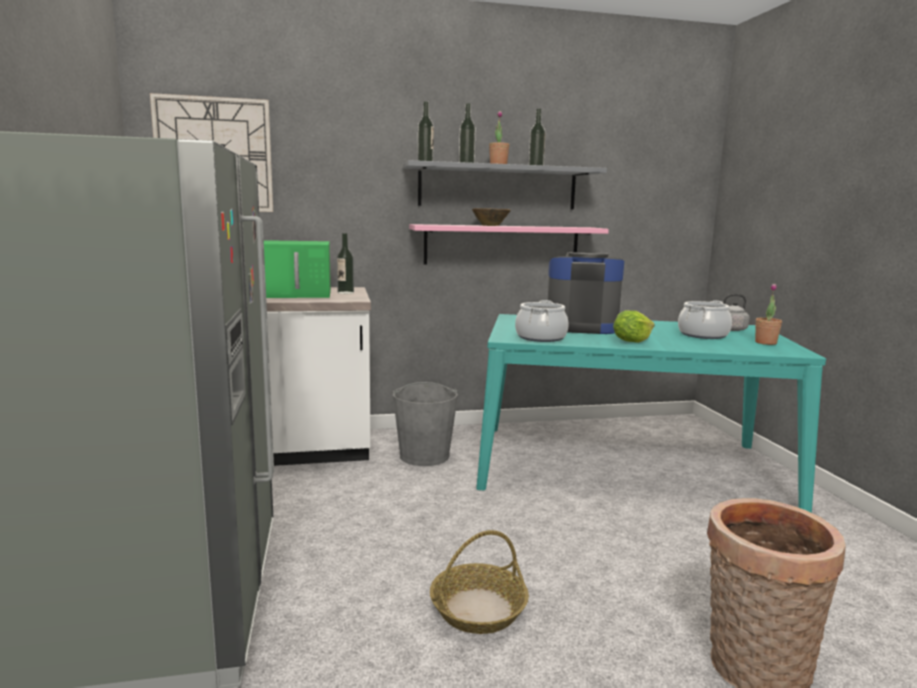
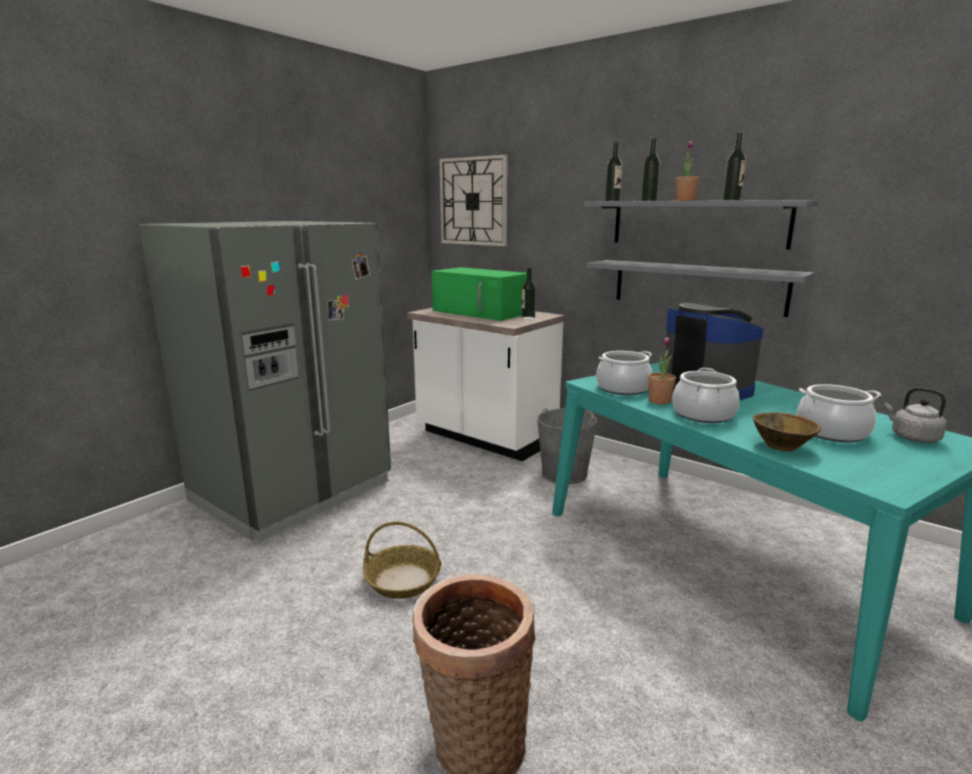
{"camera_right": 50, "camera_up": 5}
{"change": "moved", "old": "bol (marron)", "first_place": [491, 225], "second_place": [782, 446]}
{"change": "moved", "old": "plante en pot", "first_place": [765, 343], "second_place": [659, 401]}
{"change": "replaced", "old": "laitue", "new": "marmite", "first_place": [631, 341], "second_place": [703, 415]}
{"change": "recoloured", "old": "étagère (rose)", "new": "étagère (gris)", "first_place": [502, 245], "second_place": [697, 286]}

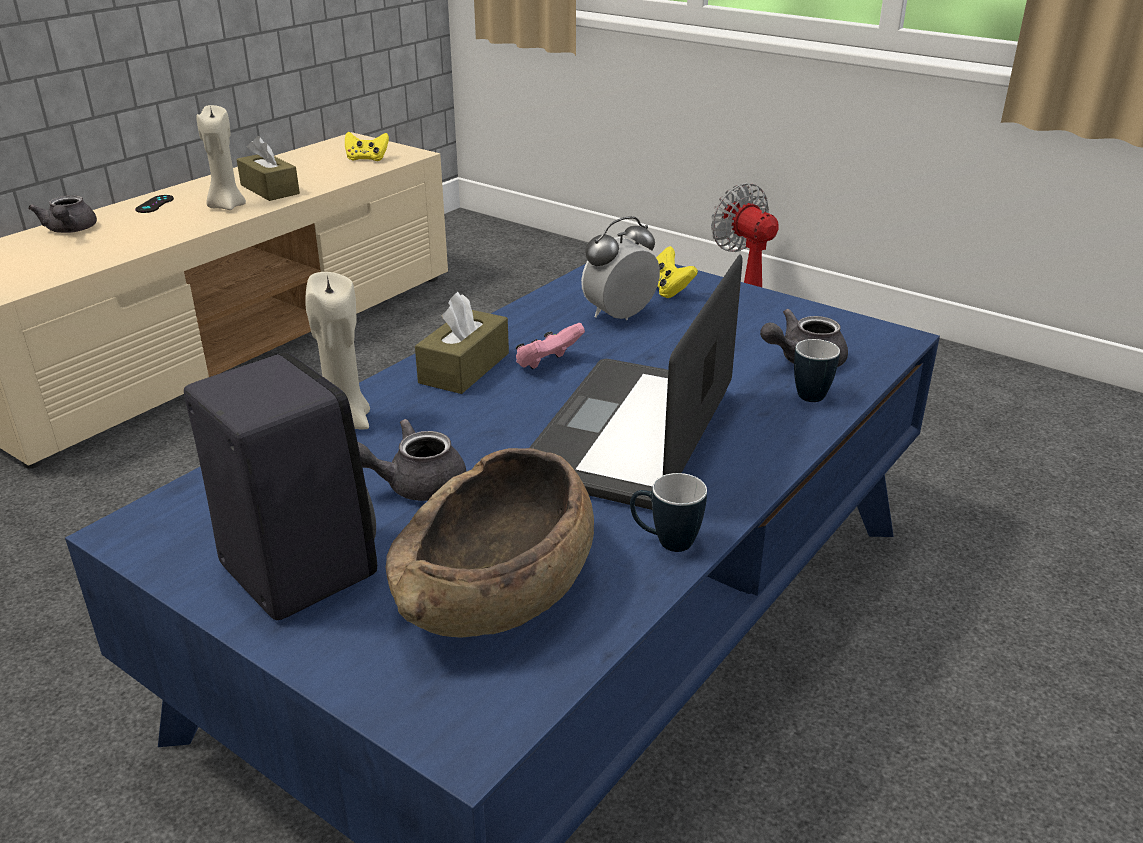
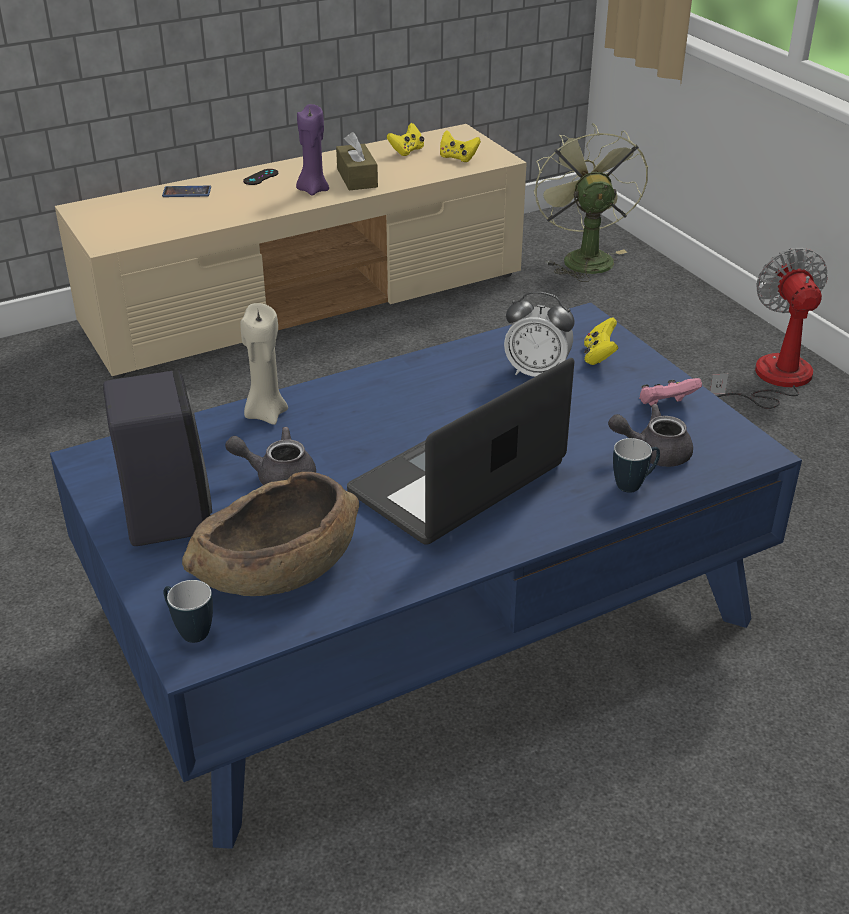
{"camera_right": 25, "camera_up": 5}
{"change": "removed", "old": "boîte à mouchoirs (marron)", "first_place": [464, 368]}
{"change": "added", "new": "manette (jaune)", "second_place": [407, 151]}
{"change": "added", "new": "ventilateur (vert)", "second_place": [583, 258]}
{"change": "moved", "old": "manette (rose)", "first_place": [547, 364], "second_place": [665, 405]}
{"change": "moved", "old": "mug", "first_place": [665, 542], "second_place": [189, 631]}
{"change": "replaced", "old": "théière (gris)", "new": "téléphone", "first_place": [70, 230], "second_place": [187, 192]}
{"change": "recoloured", "old": "bougie (beige)", "new": "bougie (violet)", "first_place": [226, 206], "second_place": [313, 190]}
{"change": "turned", "old": "réveil", "first_place": [619, 316], "second_place": [536, 372], "degrees": -150}

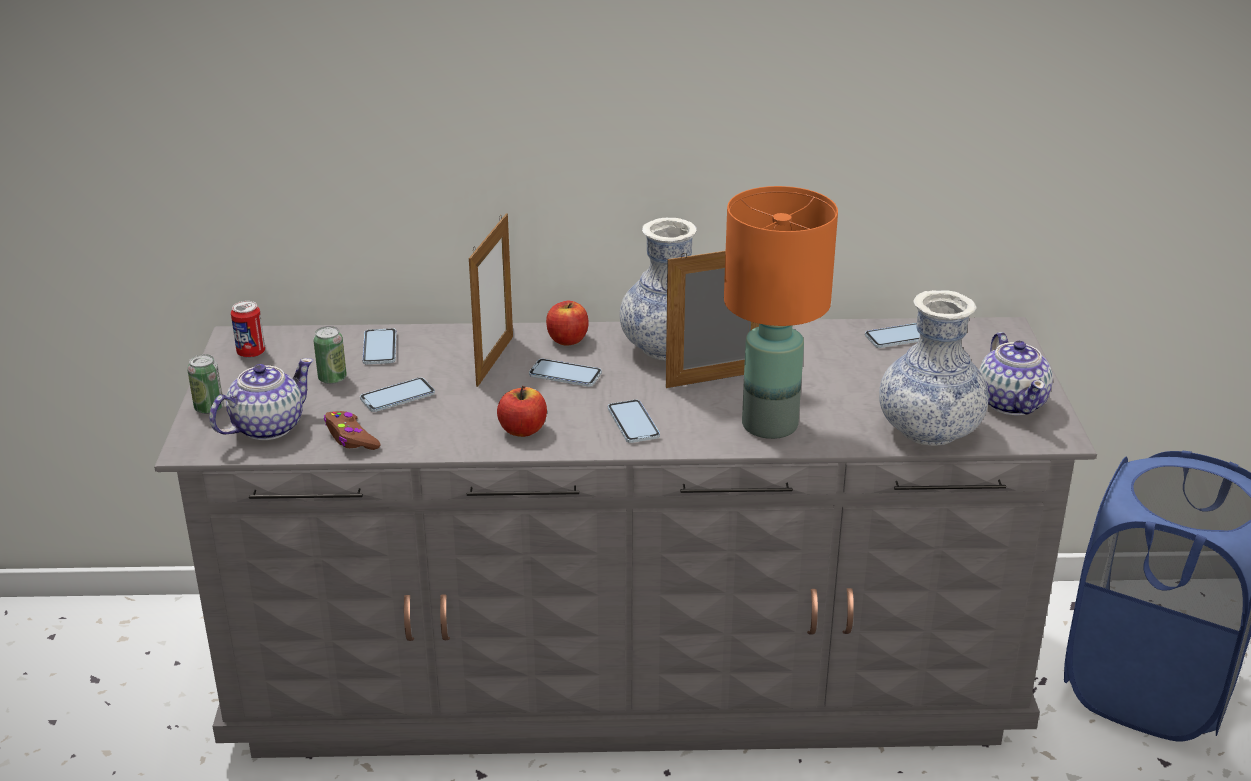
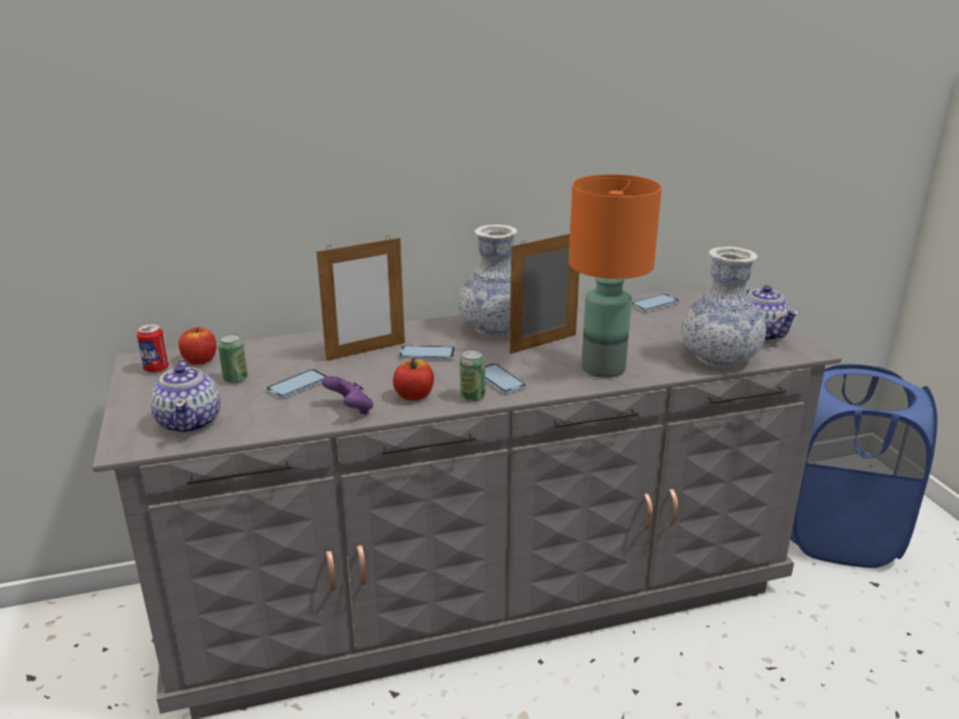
{"camera_right": -15, "camera_up": -5}
{"change": "removed", "old": "manette (marron)", "first_place": [351, 438]}
{"change": "removed", "old": "téléphone", "first_place": [380, 348]}
{"change": "added", "new": "manette (violet)", "second_place": [351, 410]}
{"change": "moved", "old": "boîte métallique", "first_place": [209, 408], "second_place": [472, 396]}
{"change": "moved", "old": "pomme", "first_place": [567, 340], "second_place": [200, 360]}
{"change": "turned", "old": "théière", "first_place": [266, 427], "second_place": [190, 422], "degrees": 135}
{"change": "turned", "old": "cadre photo", "first_place": [494, 360], "second_place": [366, 351], "degrees": 60}

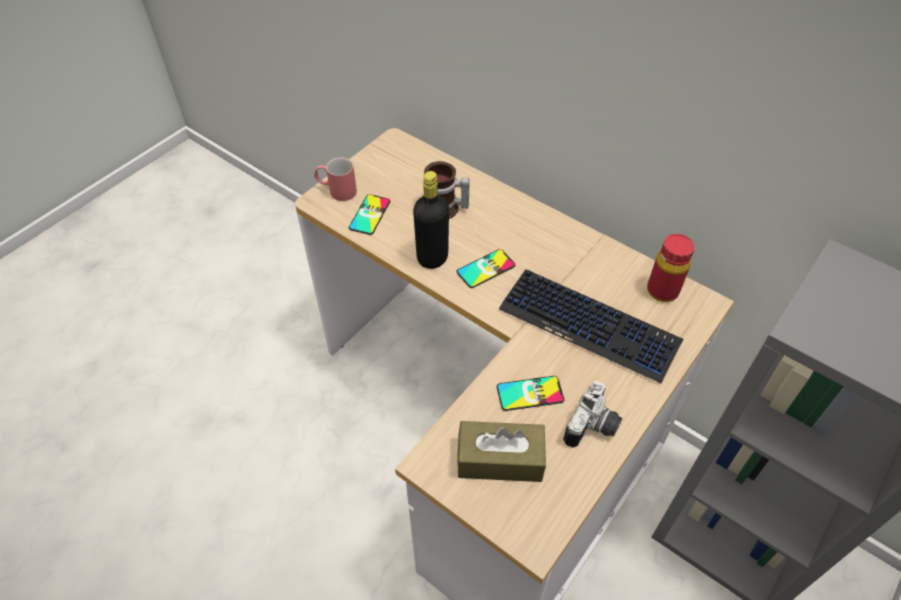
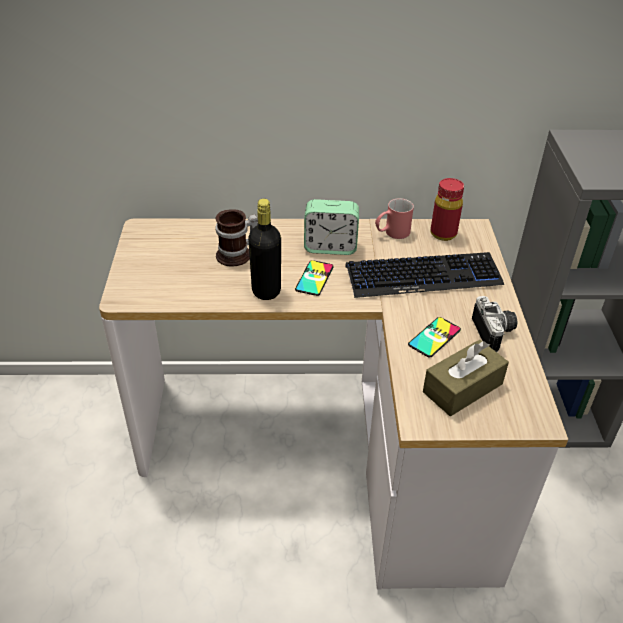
{"camera_right": -40, "camera_up": -10}
{"change": "removed", "old": "téléphone", "first_place": [369, 214]}
{"change": "added", "new": "réveil", "second_place": [330, 247]}
{"change": "moved", "old": "mug (rouge)", "first_place": [336, 191], "second_place": [391, 233]}

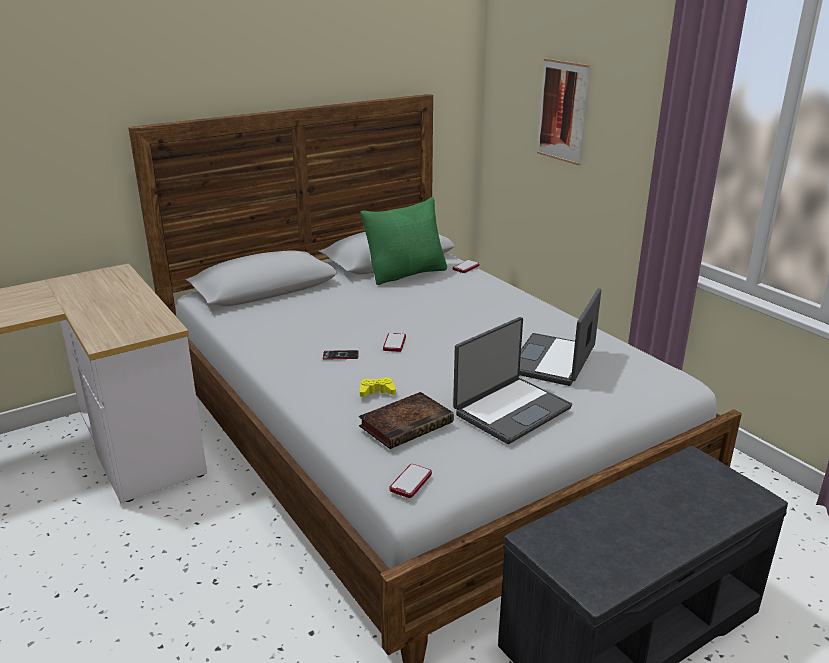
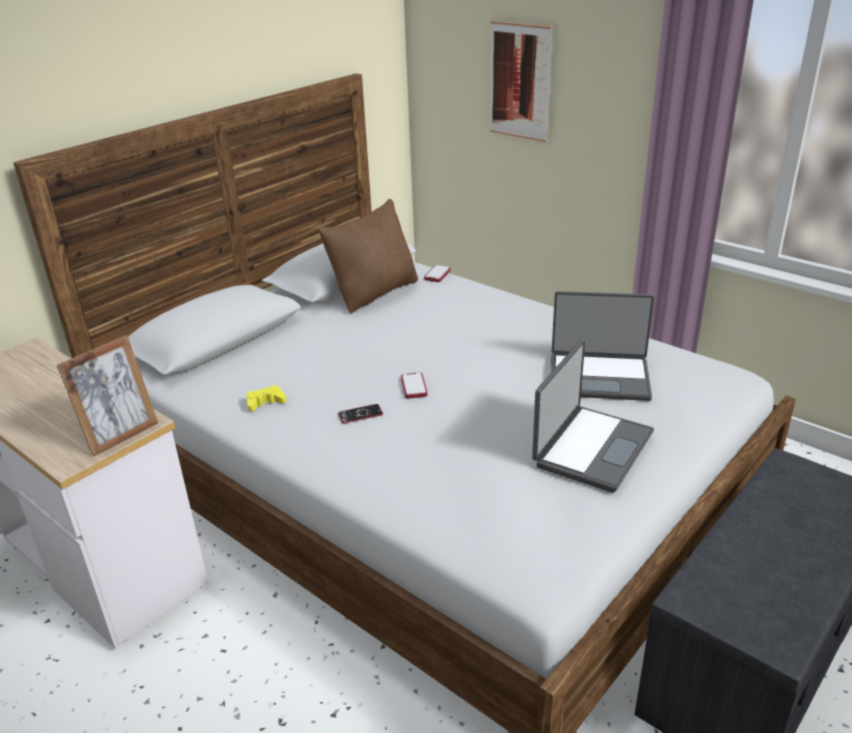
{"camera_right": -15, "camera_up": 5}
{"change": "removed", "old": "livre", "first_place": [407, 424]}
{"change": "removed", "old": "téléphone", "first_place": [410, 482]}
{"change": "added", "new": "cadre photo", "second_place": [121, 435]}
{"change": "moved", "old": "manette (jaune)", "first_place": [377, 392], "second_place": [265, 402]}
{"change": "recoloured", "old": "coussin (vert)", "new": "coussin (marron)", "first_place": [406, 274], "second_place": [375, 293]}
{"change": "turned", "old": "ordinateur portable", "first_place": [554, 361], "second_place": [599, 377], "degrees": -90}

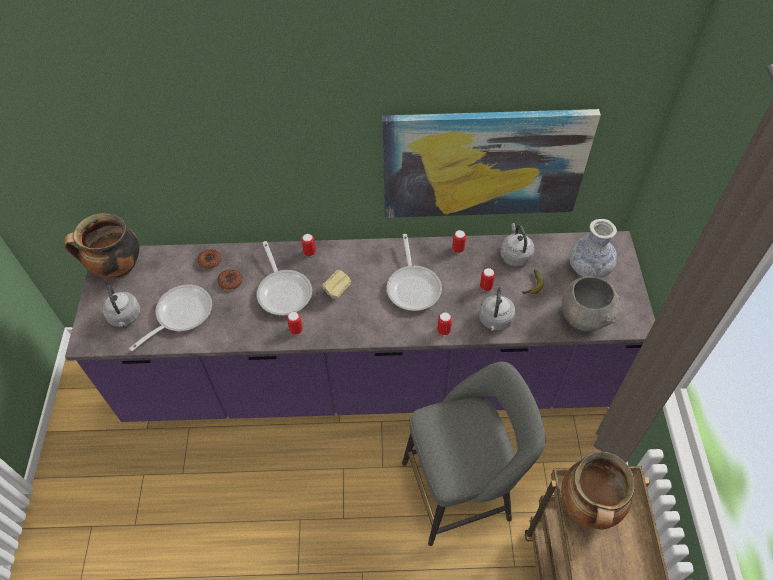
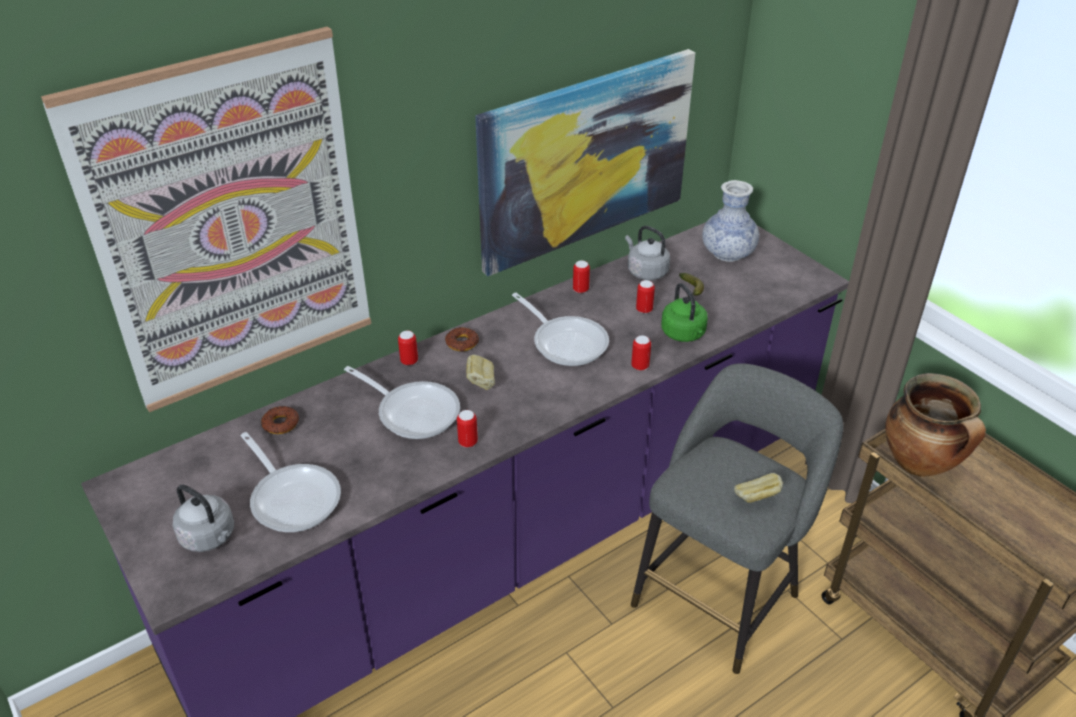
{"camera_right": -35, "camera_up": -15}
{"change": "removed", "old": "marmite", "first_place": [117, 269]}
{"change": "removed", "old": "bol (gris)", "first_place": [584, 317]}
{"change": "added", "new": "tableau", "second_place": [231, 227]}
{"change": "added", "new": "pain", "second_place": [756, 499]}
{"change": "moved", "old": "beignet", "first_place": [230, 282], "second_place": [462, 343]}
{"change": "recoloured", "old": "bouilloire (gris)", "new": "bouilloire (vert)", "first_place": [495, 321], "second_place": [684, 334]}
{"change": "turned", "old": "poêle", "first_place": [180, 315], "second_place": [293, 497], "degrees": 135}

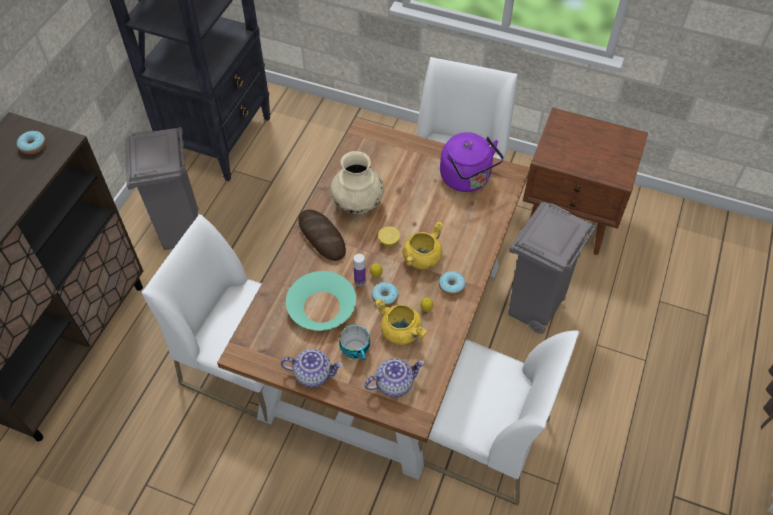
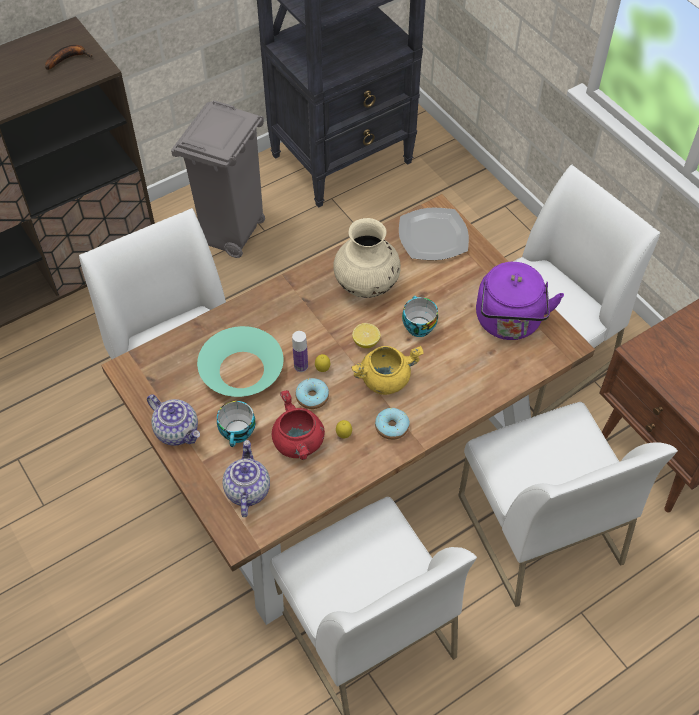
{"camera_right": 35, "camera_up": 0}
{"change": "removed", "old": "pain", "first_place": [322, 237]}
{"change": "added", "new": "assiette", "second_place": [432, 237]}
{"change": "added", "new": "tasse", "second_place": [417, 326]}
{"change": "replaced", "old": "beignet", "new": "banane", "first_place": [33, 146], "second_place": [68, 59]}
{"change": "replaced", "old": "poubelle (gris)", "new": "chaise (blanc)", "first_place": [533, 310], "second_place": [537, 528]}
{"change": "recoloured", "old": "marmite (jaune)", "new": "marmite (rouge)", "first_place": [401, 331], "second_place": [299, 442]}
{"change": "turned", "old": "théière", "first_place": [394, 383], "second_place": [246, 490], "degrees": -105}

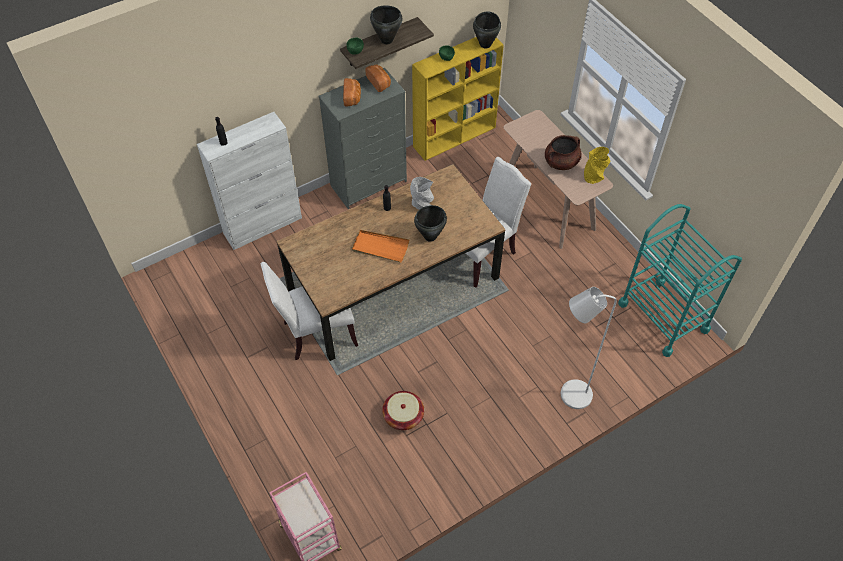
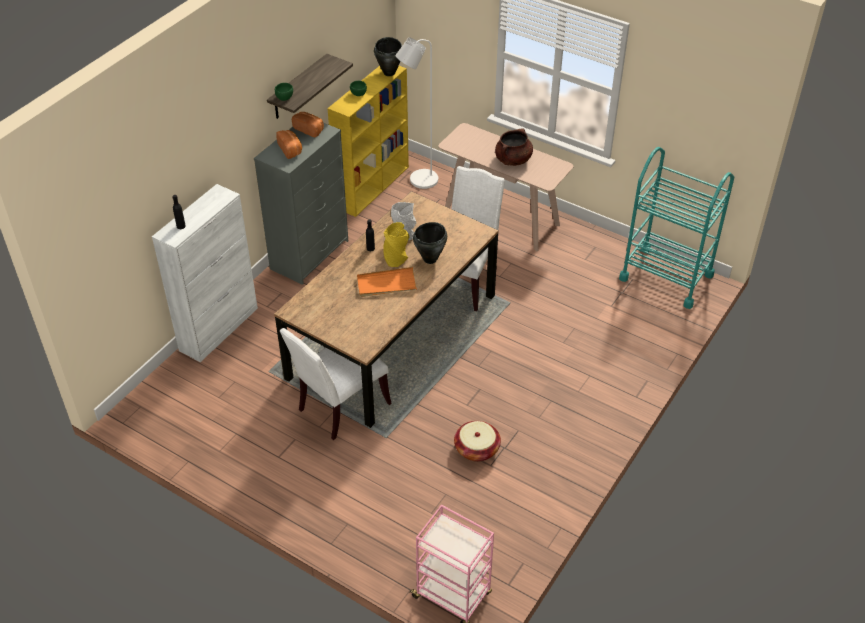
{"camera_right": -25, "camera_up": -10}
{"change": "removed", "old": "marmite (noir)", "first_place": [386, 40]}
{"change": "moved", "old": "lampadaire (blanc)", "first_place": [569, 395], "second_place": [419, 181]}
{"change": "moved", "old": "vase (jaune)", "first_place": [594, 175], "second_place": [396, 258]}

